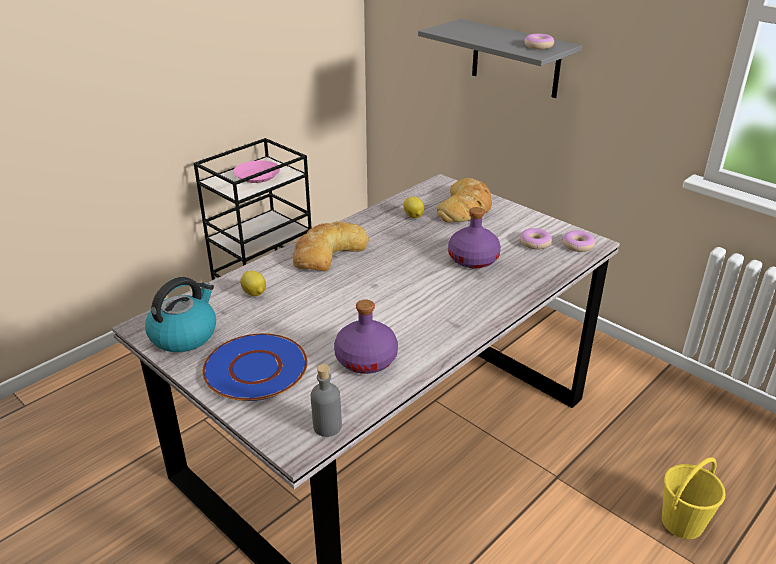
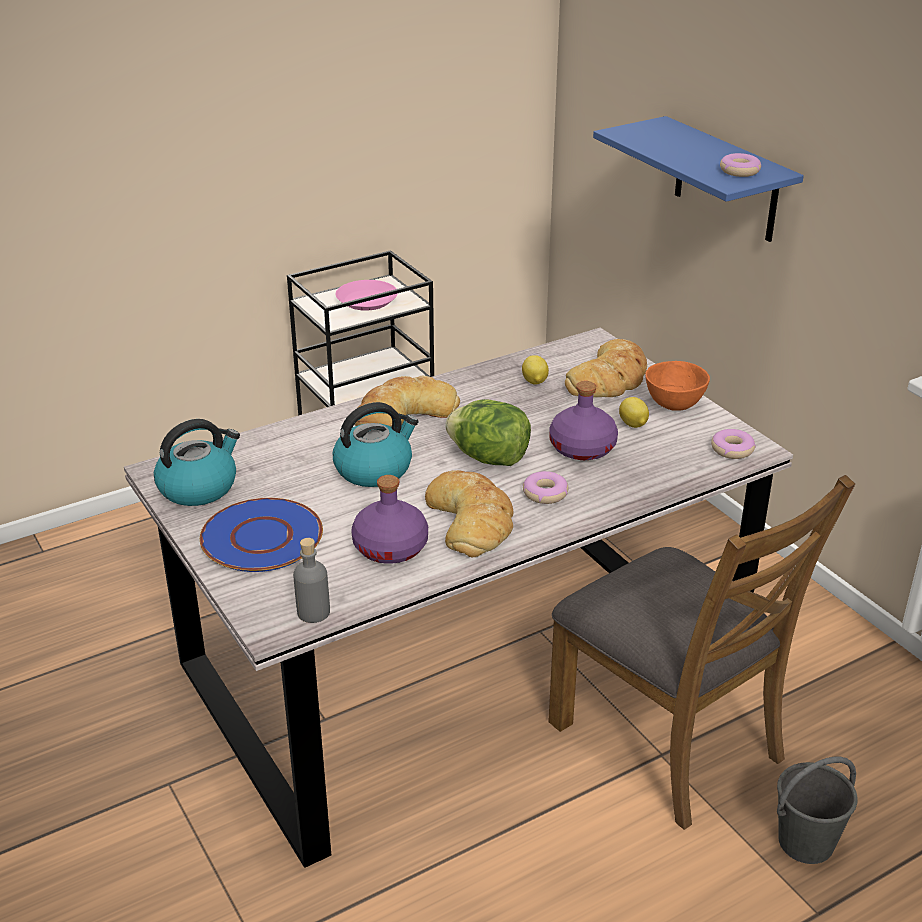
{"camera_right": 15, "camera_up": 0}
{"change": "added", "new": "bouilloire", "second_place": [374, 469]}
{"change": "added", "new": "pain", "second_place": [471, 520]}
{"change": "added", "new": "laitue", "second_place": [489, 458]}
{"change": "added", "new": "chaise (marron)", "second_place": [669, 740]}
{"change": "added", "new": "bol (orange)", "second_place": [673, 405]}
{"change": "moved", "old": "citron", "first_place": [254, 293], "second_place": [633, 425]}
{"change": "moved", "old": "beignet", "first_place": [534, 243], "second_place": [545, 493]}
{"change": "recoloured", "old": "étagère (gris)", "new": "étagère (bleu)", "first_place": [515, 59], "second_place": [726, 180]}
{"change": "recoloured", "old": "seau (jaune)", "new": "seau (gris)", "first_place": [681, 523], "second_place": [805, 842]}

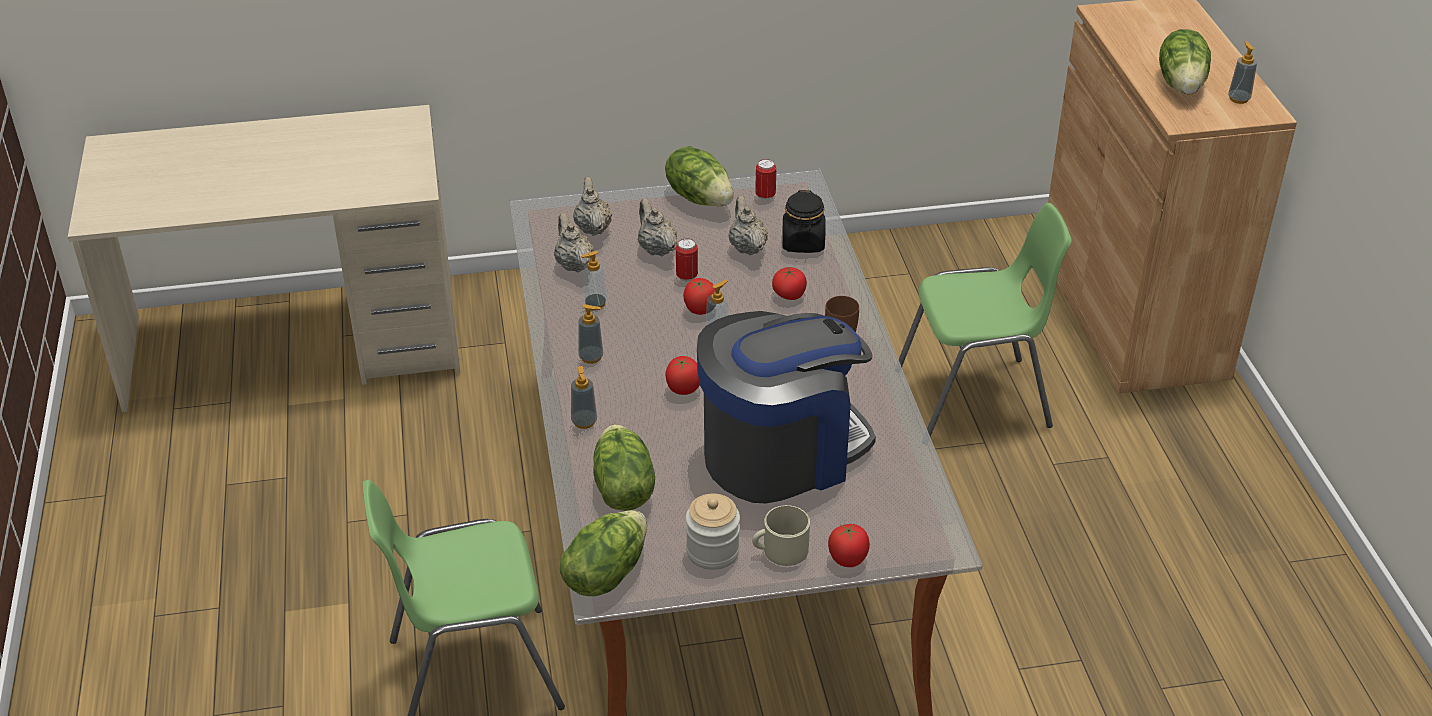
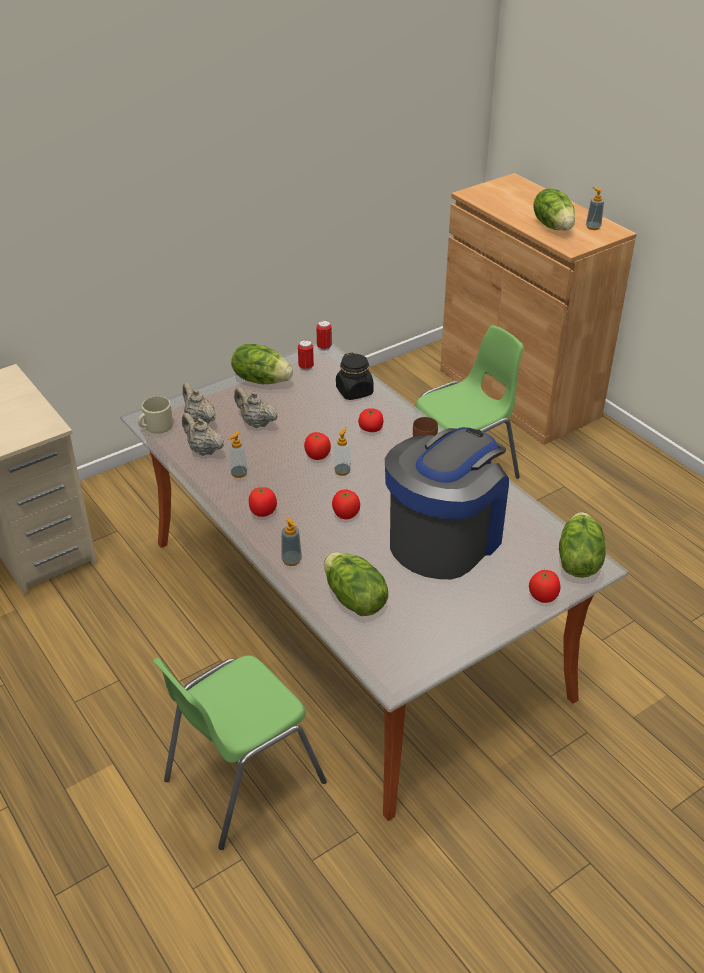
{"camera_right": -25, "camera_up": 0}
{"change": "removed", "old": "bocal", "first_place": [712, 551]}
{"change": "removed", "old": "théière (beige)", "first_place": [747, 247]}
{"change": "moved", "old": "laitue", "first_place": [605, 573], "second_place": [577, 561]}
{"change": "moved", "old": "boîte métallique", "first_place": [687, 276], "second_place": [324, 347]}
{"change": "moved", "old": "mug (beige)", "first_place": [780, 550], "second_place": [155, 426]}
{"change": "replaced", "old": "distributeur de savon", "new": "tomate", "first_place": [591, 357], "second_place": [263, 512]}

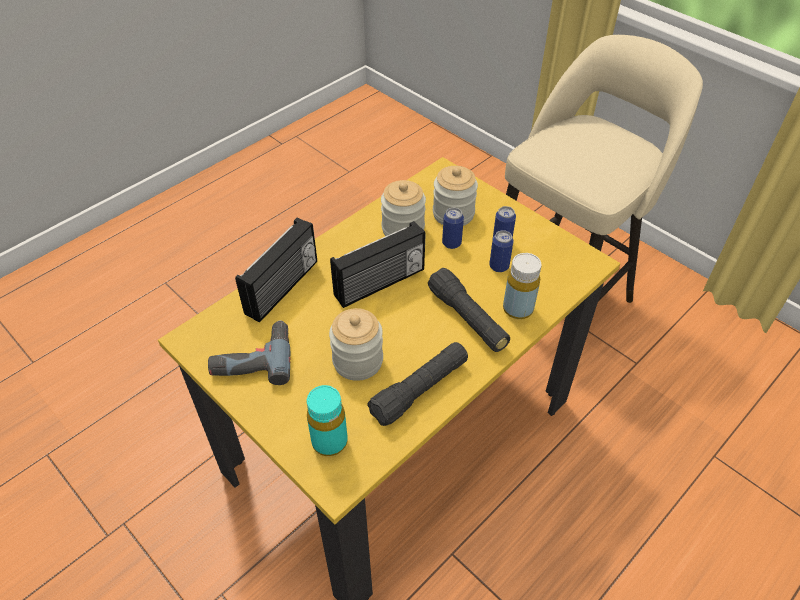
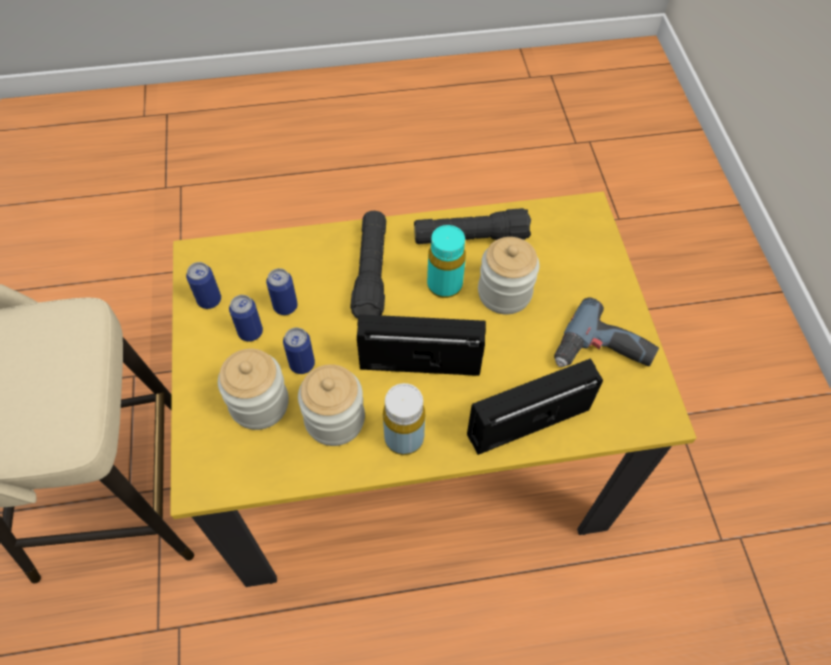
{"camera_right": -145, "camera_up": 10}
{"change": "added", "new": "boîte métallique", "second_place": [209, 300]}
{"change": "moved", "old": "bouteille (turquoise)", "first_place": [329, 441], "second_place": [444, 285]}
{"change": "moved", "old": "bouteille (jaune)", "first_place": [518, 309], "second_place": [404, 438]}

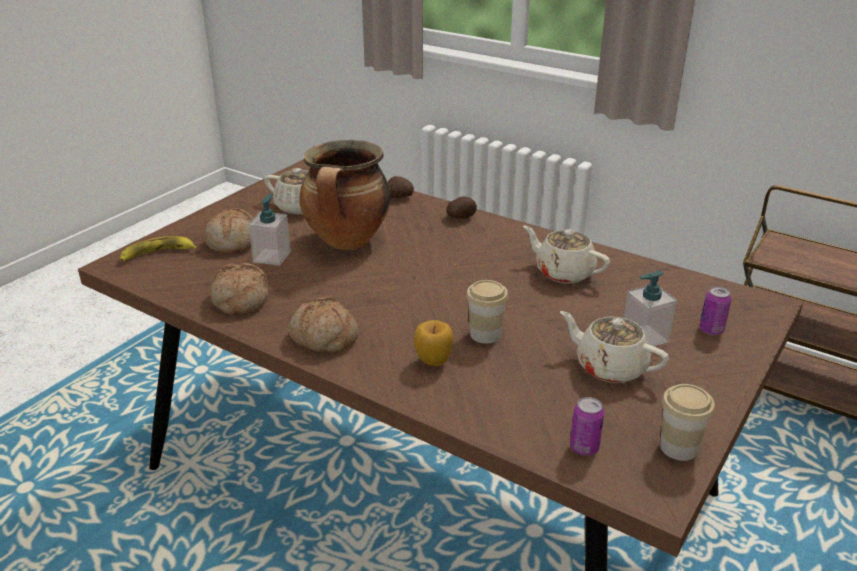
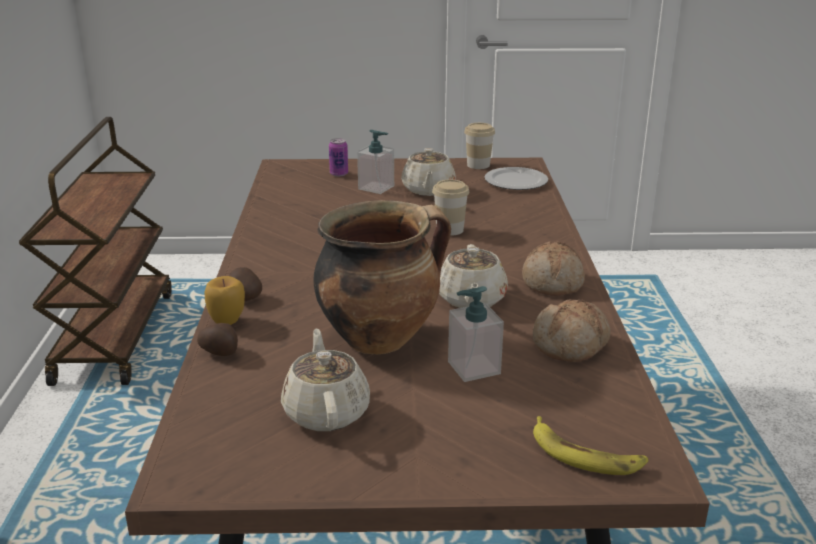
{"camera_right": -125, "camera_up": -5}
{"change": "removed", "old": "pain", "first_place": [233, 241]}
{"change": "moved", "old": "pomme", "first_place": [433, 362], "second_place": [227, 321]}
{"change": "moved", "old": "théière (beige)", "first_place": [563, 272], "second_place": [471, 300]}
{"change": "replaced", "old": "boîte métallique", "new": "assiette", "first_place": [584, 447], "second_place": [517, 182]}

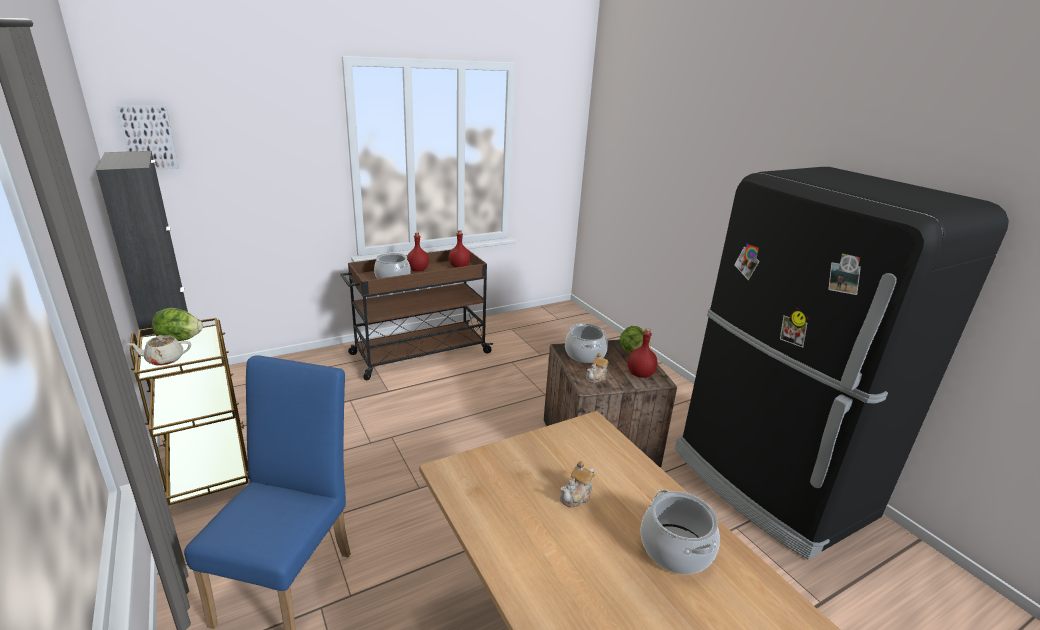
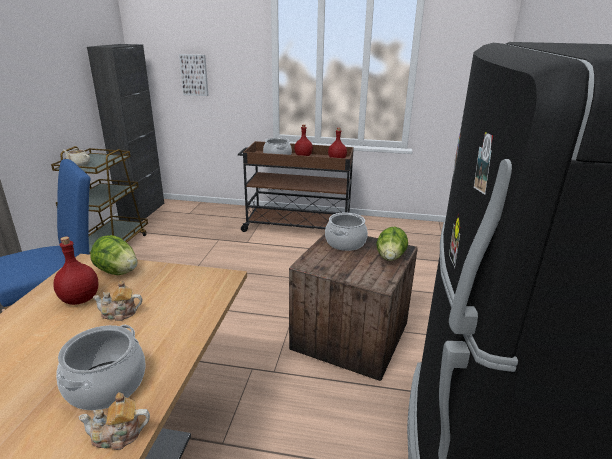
{"camera_right": 40, "camera_up": 0}
{"change": "moved", "old": "tableau", "first_place": [149, 137], "second_place": [194, 75]}
{"change": "moved", "old": "laitue", "first_place": [179, 339], "second_place": [117, 271]}
{"change": "moved", "old": "théière", "first_place": [596, 377], "second_place": [118, 436]}
{"change": "moved", "old": "bouteille (rouge)", "first_place": [640, 374], "second_place": [79, 299]}

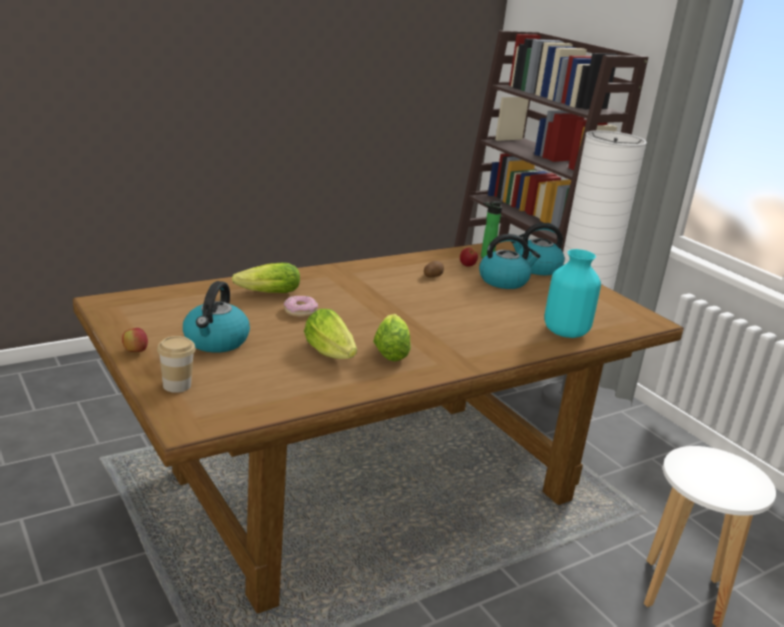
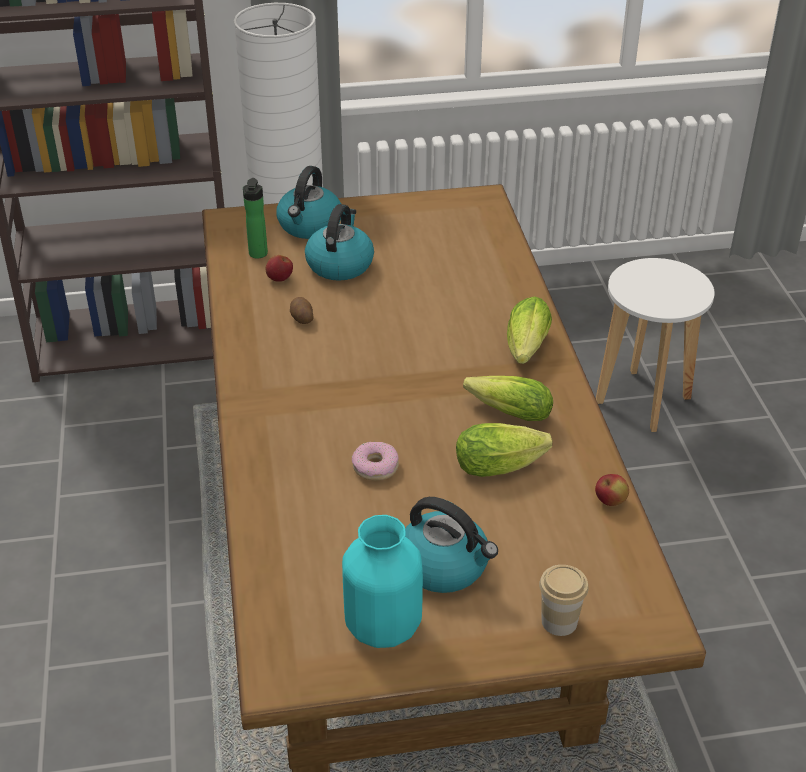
{"camera_right": -65, "camera_up": 15}
{"change": "moved", "old": "pomme", "first_place": [135, 351], "second_place": [610, 501]}
{"change": "moved", "old": "laitue", "first_place": [265, 293], "second_place": [525, 350]}
{"change": "moved", "old": "vase (turquoise)", "first_place": [565, 332], "second_place": [384, 627]}

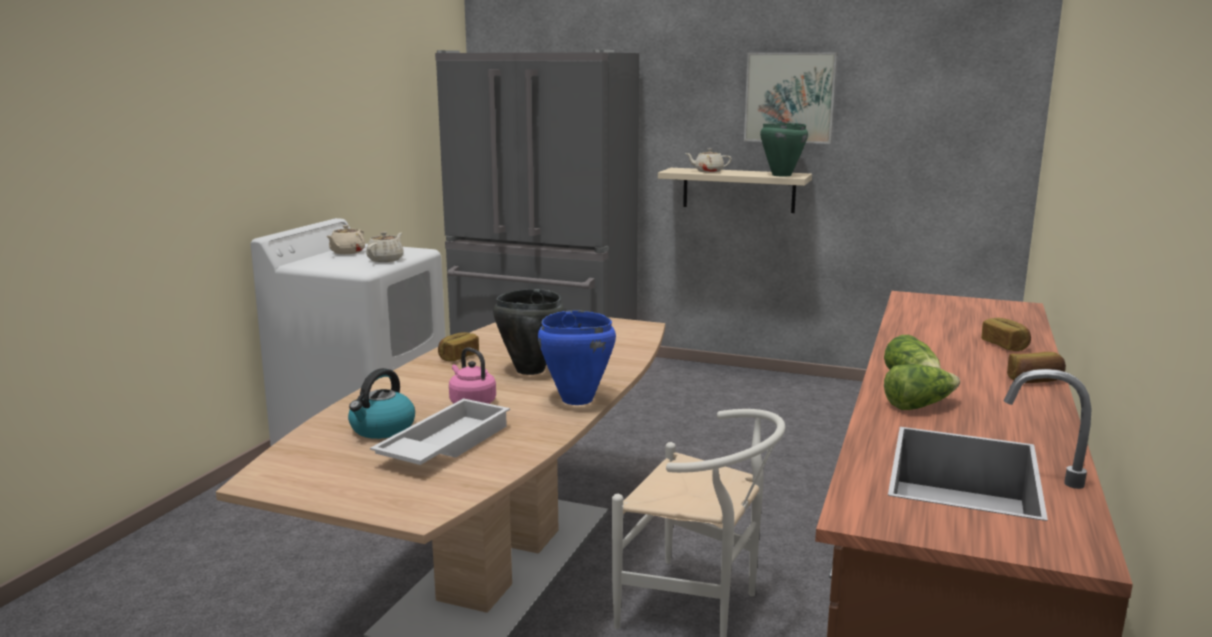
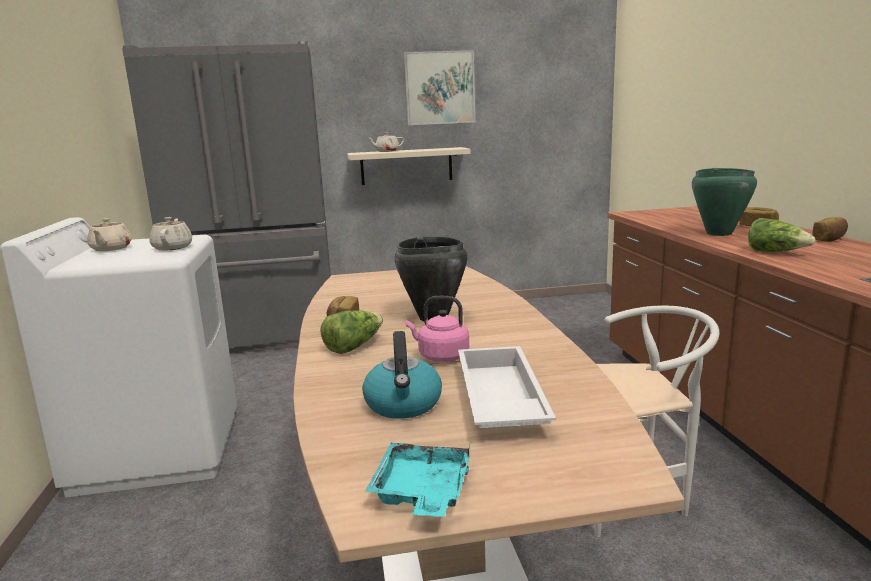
{"camera_right": -30, "camera_up": 0}
{"change": "removed", "old": "marmite (bleu)", "first_place": [576, 400]}
{"change": "added", "new": "plateau (turquoise)", "second_place": [422, 492]}
{"change": "moved", "old": "marmite (vert)", "first_place": [781, 175], "second_place": [718, 233]}
{"change": "moved", "old": "laitue", "first_place": [918, 405], "second_place": [353, 346]}

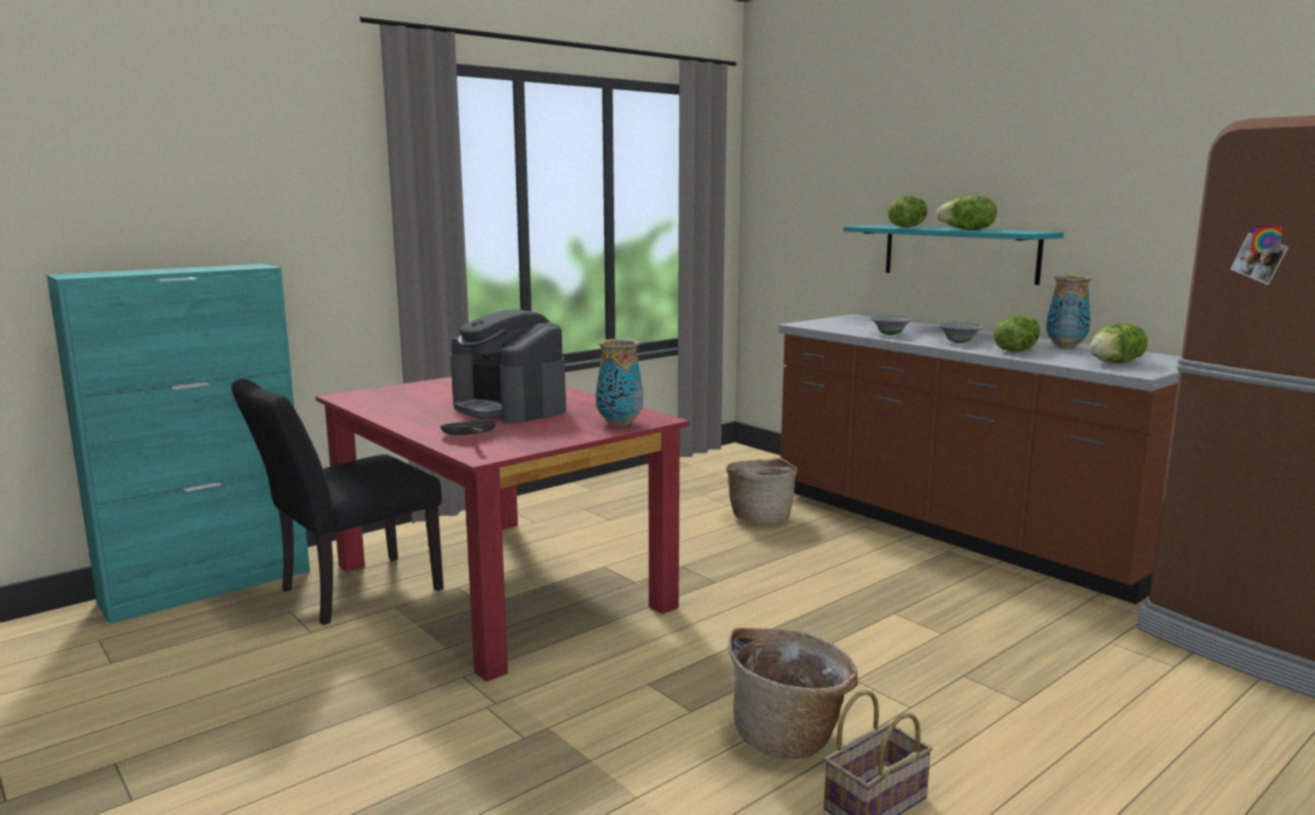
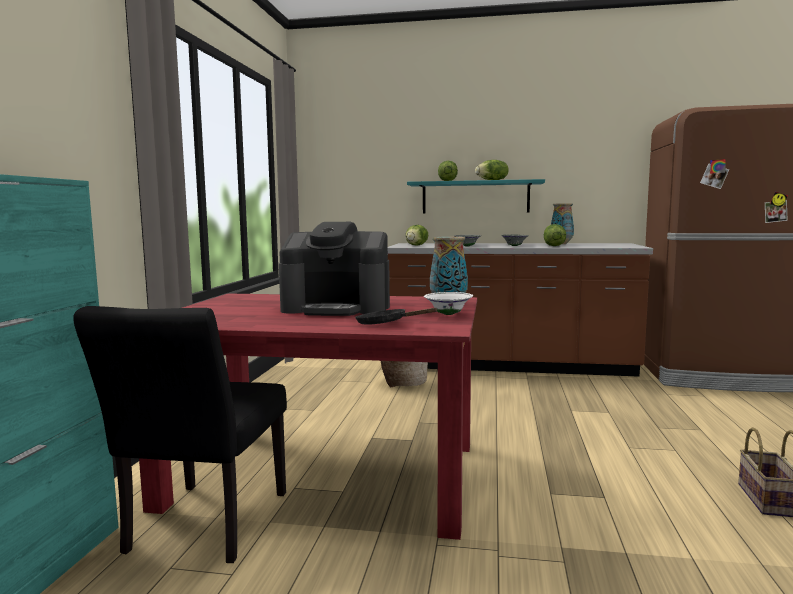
{"camera_right": -40, "camera_up": -5}
{"change": "removed", "old": "panier", "first_place": [789, 736]}
{"change": "added", "new": "bol (blanc)", "second_place": [448, 314]}
{"change": "moved", "old": "laitue", "first_place": [1116, 363], "second_place": [416, 245]}

